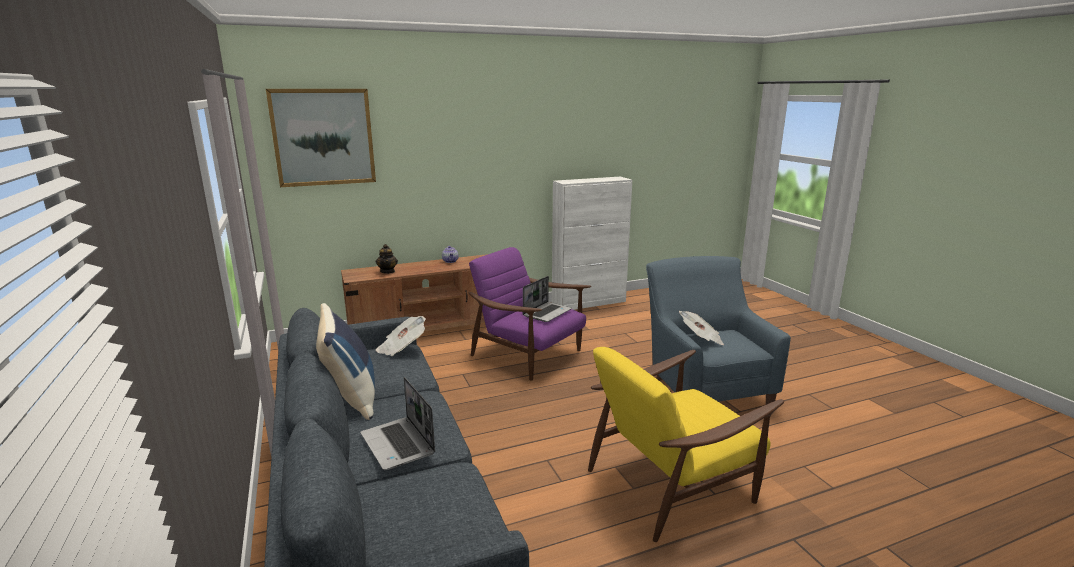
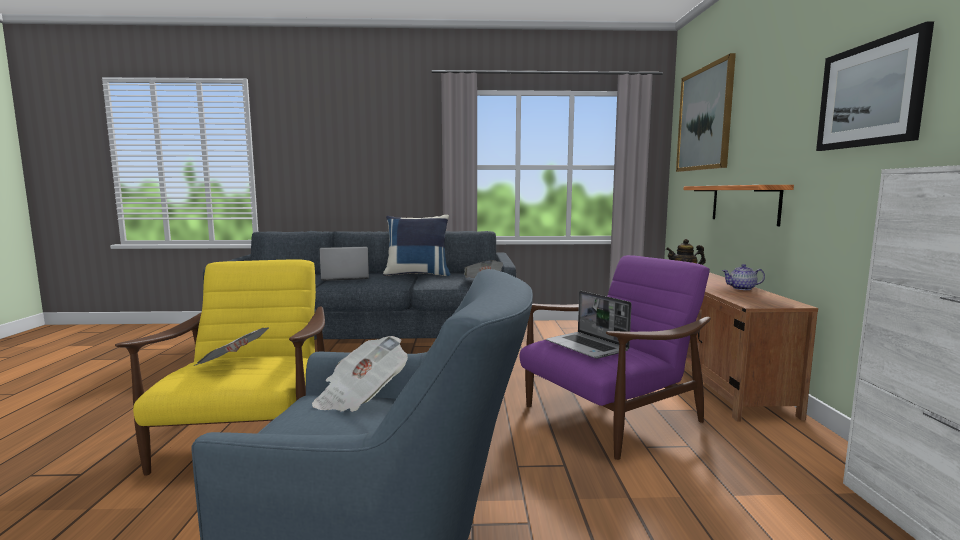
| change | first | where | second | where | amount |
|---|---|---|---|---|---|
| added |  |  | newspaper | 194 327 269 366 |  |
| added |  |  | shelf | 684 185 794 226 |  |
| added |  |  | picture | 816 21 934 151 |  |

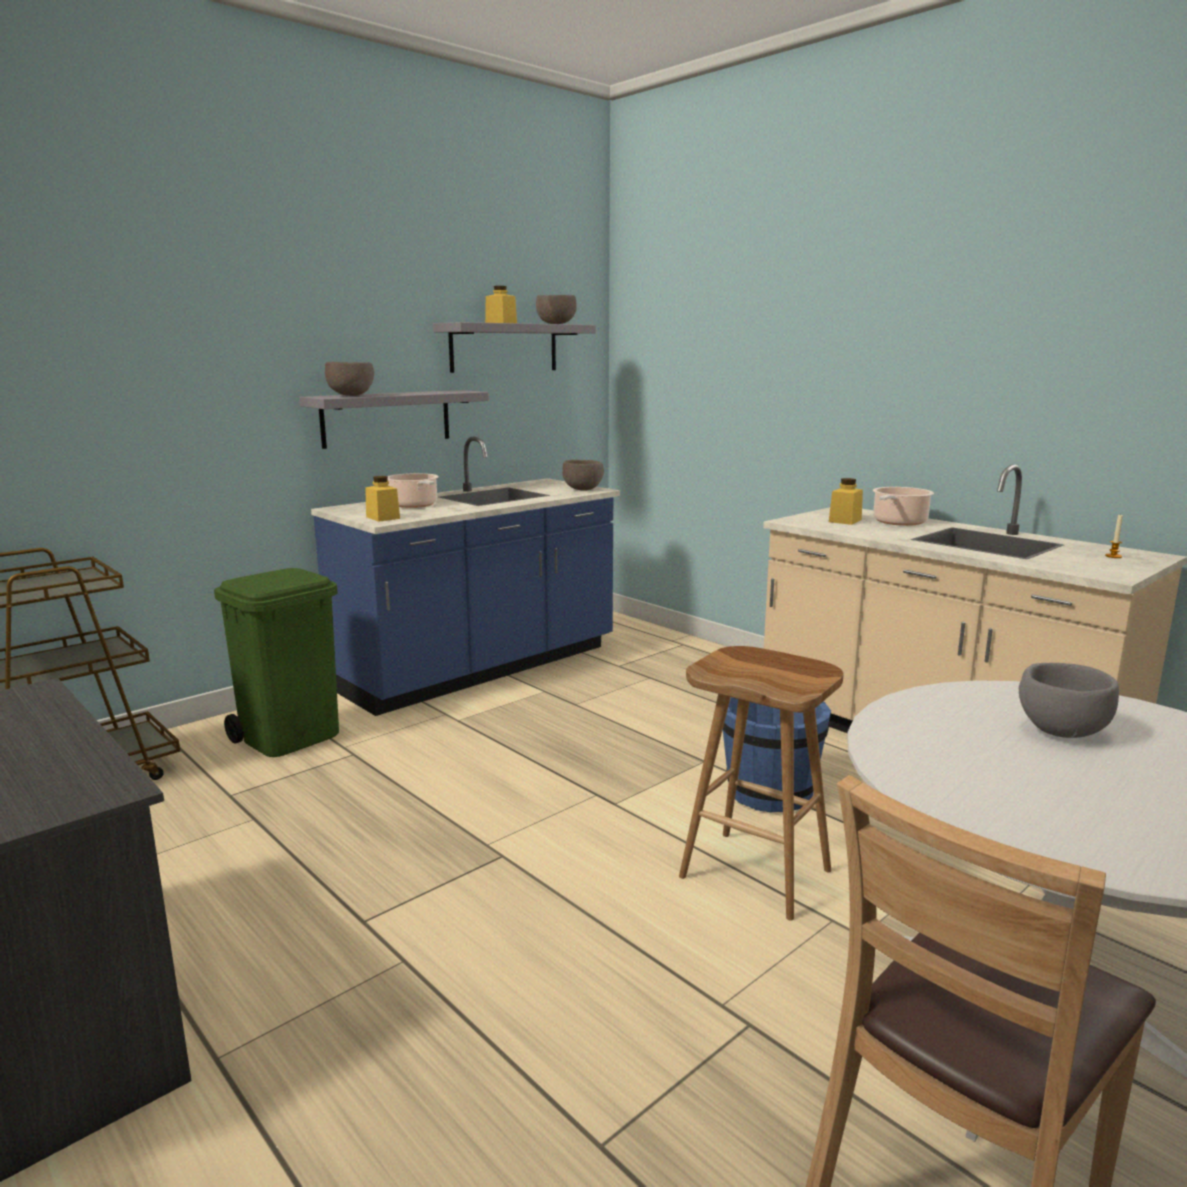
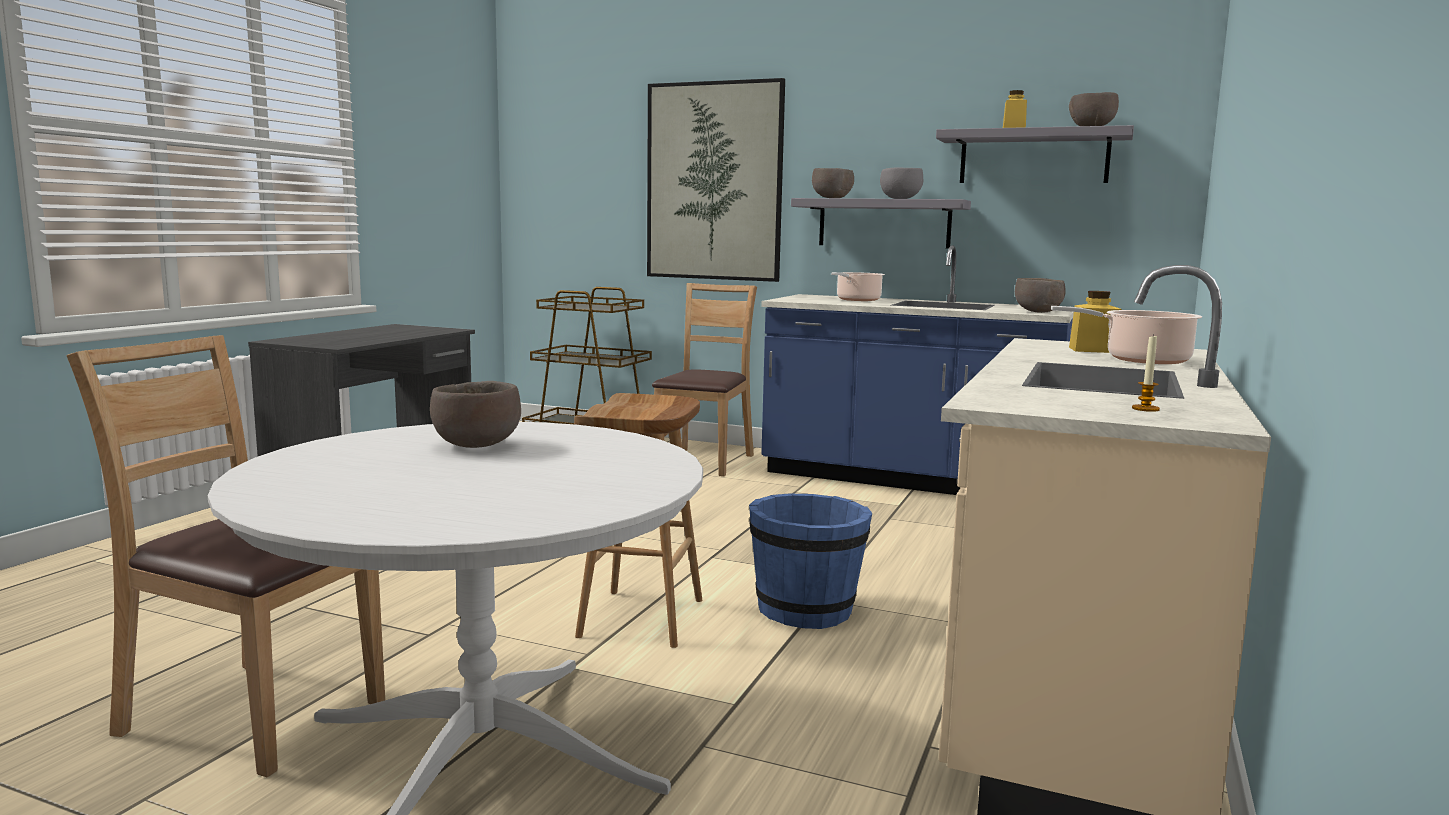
| change | first | where | second | where | amount |
|---|---|---|---|---|---|
| replaced | green trash can | 214 568 339 757 | brown chair | 652 283 757 477 |  |
| removed | yellow jar | 365 476 400 522 |  |  |  |
| moved | grey bowl | 1019 663 1119 738 |  | 880 168 923 199 |  |
| added |  |  | brown bowl | 430 381 521 448 |  |
| added |  |  | picture | 647 78 785 282 |  |

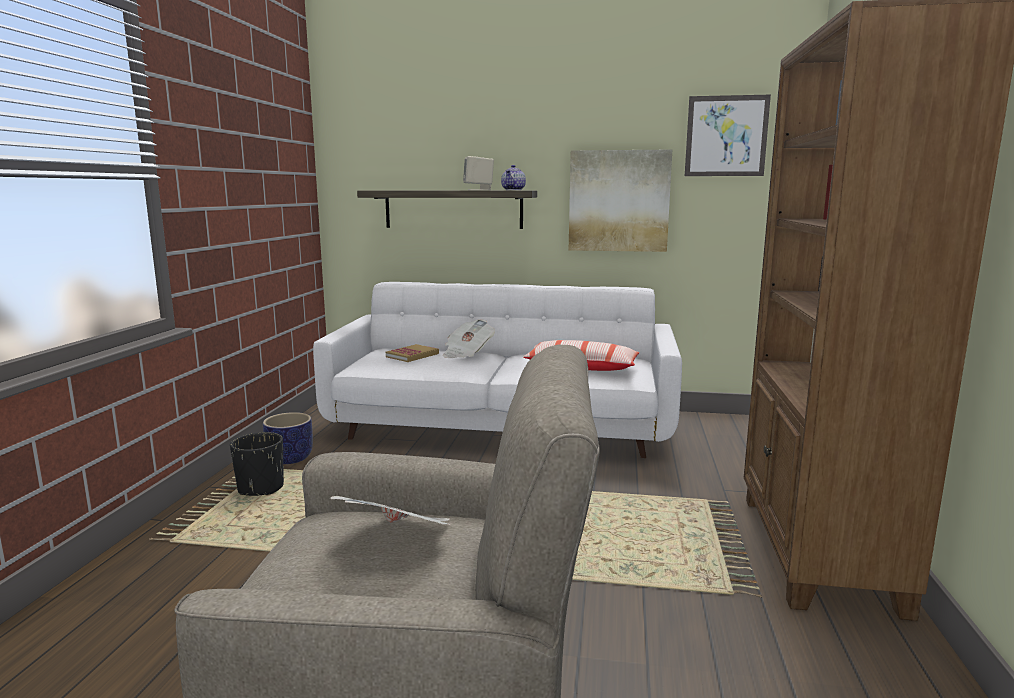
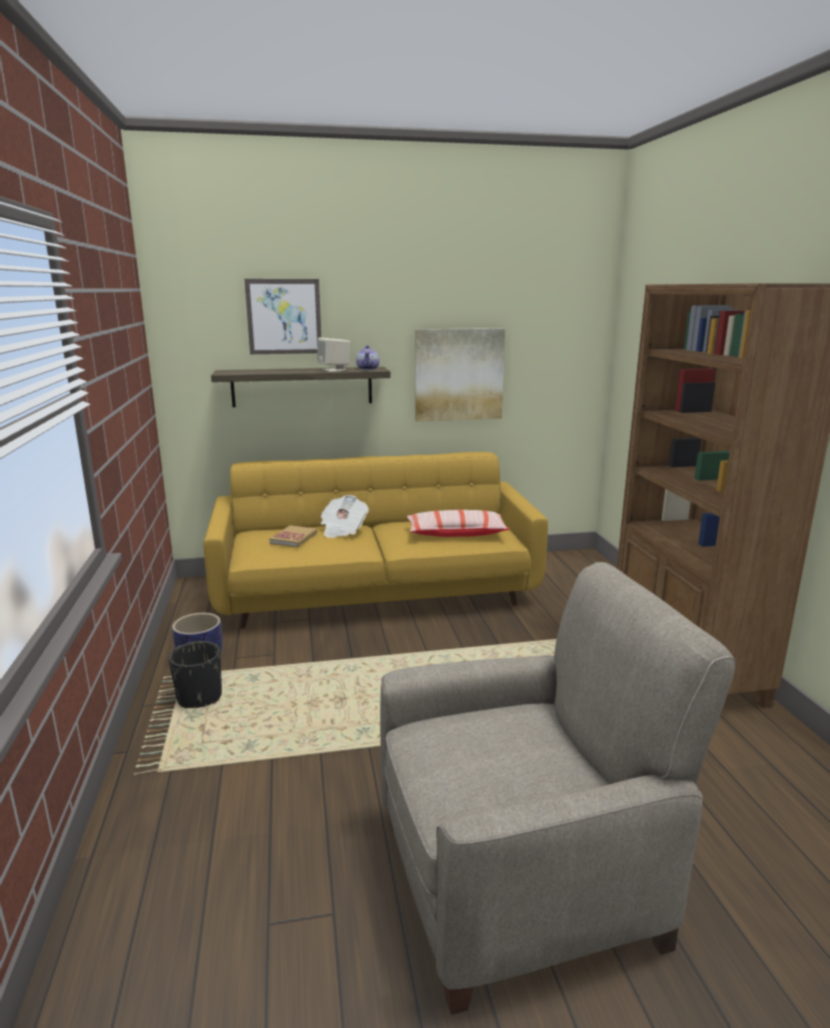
| change | first | where | second | where | amount |
|---|---|---|---|---|---|
| recoloured | white sofa | 313 282 682 458 | yellow sofa | 203 452 548 629 |  |
| removed | newspaper | 330 496 451 525 |  |  |  |
| moved | picture | 685 95 771 176 |  | 244 279 321 354 |  |

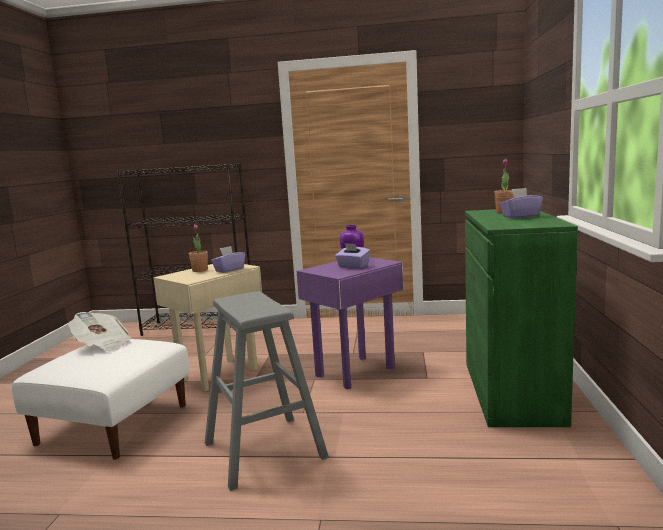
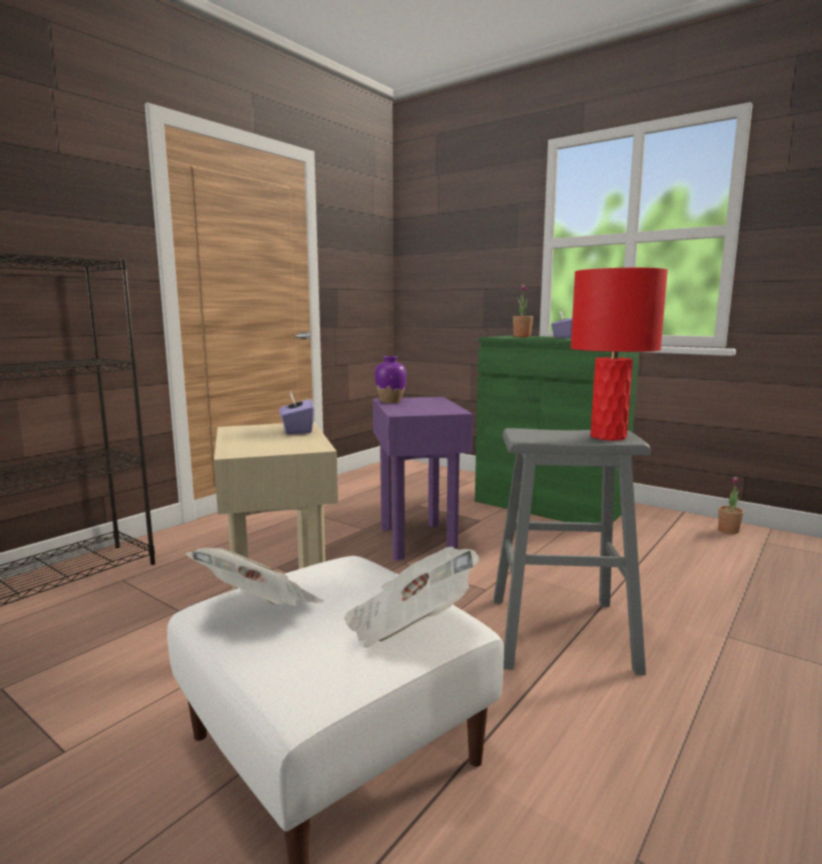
| change | first | where | second | where | amount |
|---|---|---|---|---|---|
| moved | potted plant | 189 225 208 272 |  | 718 477 744 534 |  |
| removed | purple tissue box | 335 243 370 269 |  |  |  |
| added |  |  | newspaper | 344 547 480 648 |  |
| added |  |  | red table lamp | 571 268 668 441 |  |

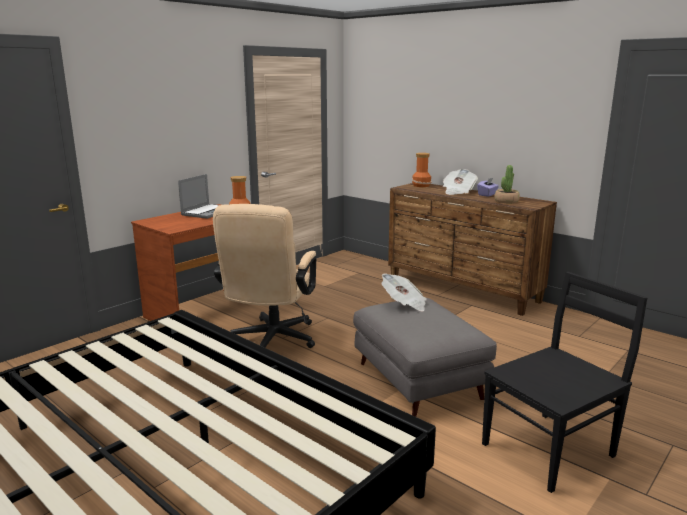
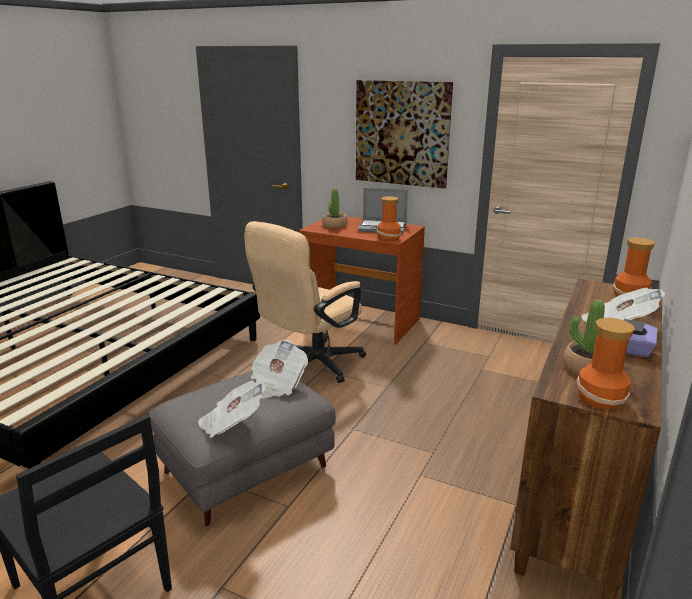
| change | first | where | second | where | amount |
|---|---|---|---|---|---|
| turned | beige office chair | 213 204 317 348 |  | 244 221 366 383 | 45 degrees counterclockwise |
| added |  |  | newspaper | 198 381 266 438 |  |
| added |  |  | potted plant | 322 188 348 229 |  |
| added |  |  | picture | 356 80 453 189 |  |
| added |  |  | vase | 576 318 635 410 |  |

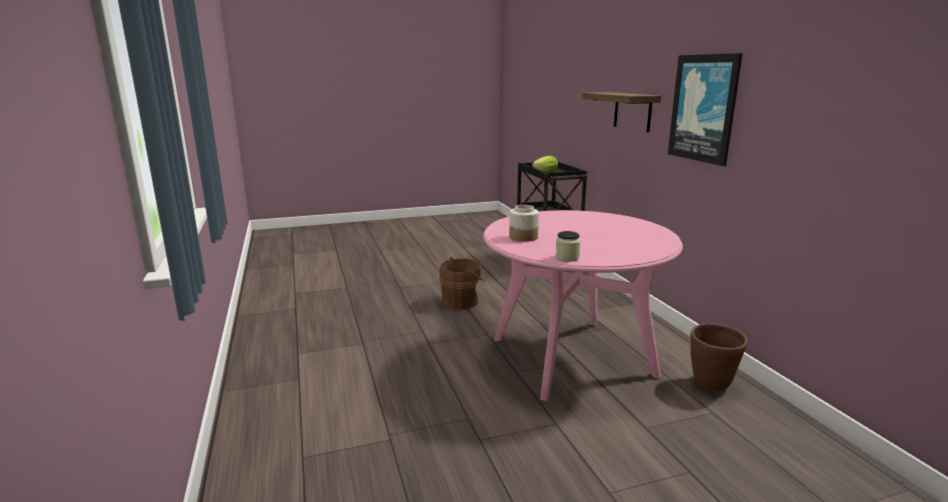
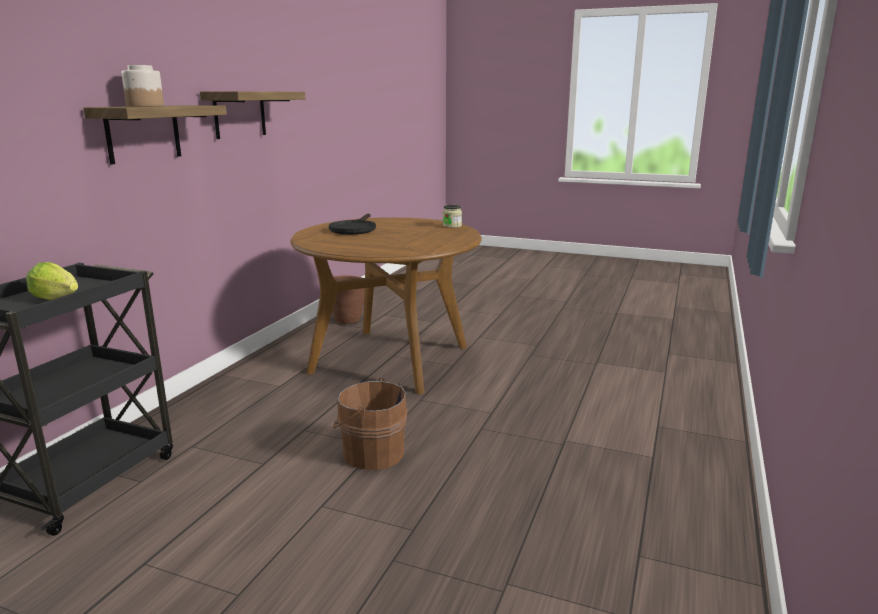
| change | first | where | second | where | amount |
|---|---|---|---|---|---|
| recoloured | pink dining table | 483 210 683 401 | brown dining table | 290 217 482 394 |  |
| moved | jar | 509 205 539 242 |  | 121 65 164 106 |  |
| replaced | picture | 668 53 743 166 | shelf | 200 91 305 139 |  |
| added |  |  | black frying pan | 329 213 376 235 |  |

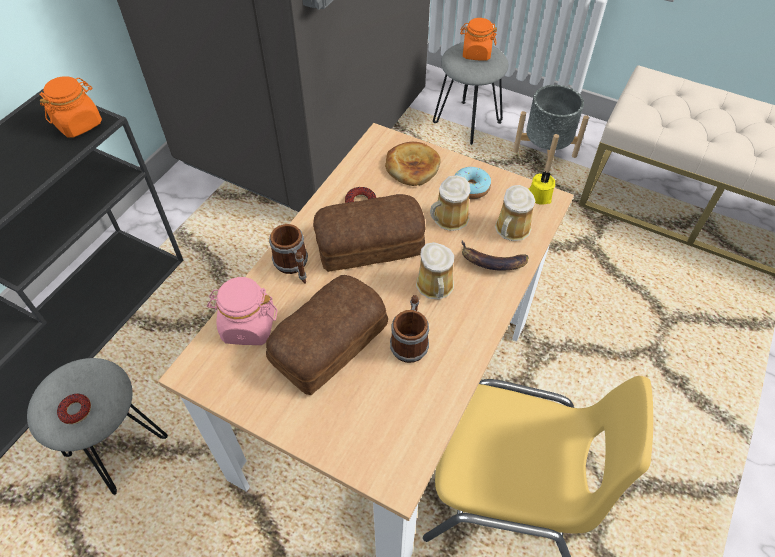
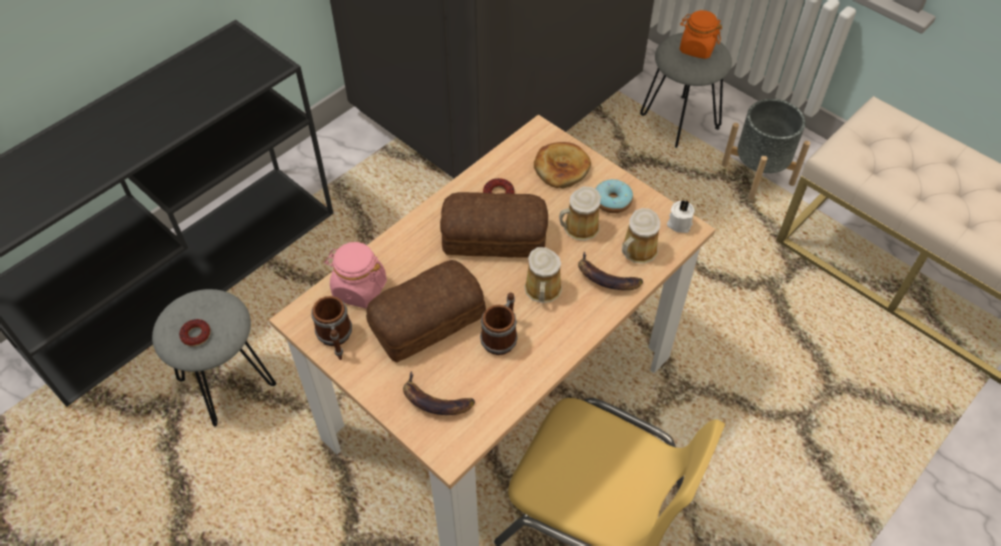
| change | first | where | second | where | amount |
|---|---|---|---|---|---|
| removed | orange jar | 39 76 102 138 |  |  |  |
| moved | mug | 269 224 308 284 |  | 312 296 352 360 |  |
| recoloured | yellow candle | 528 171 555 205 | white candle | 667 200 695 233 |  |
| added |  |  | banana | 403 372 475 415 |  |

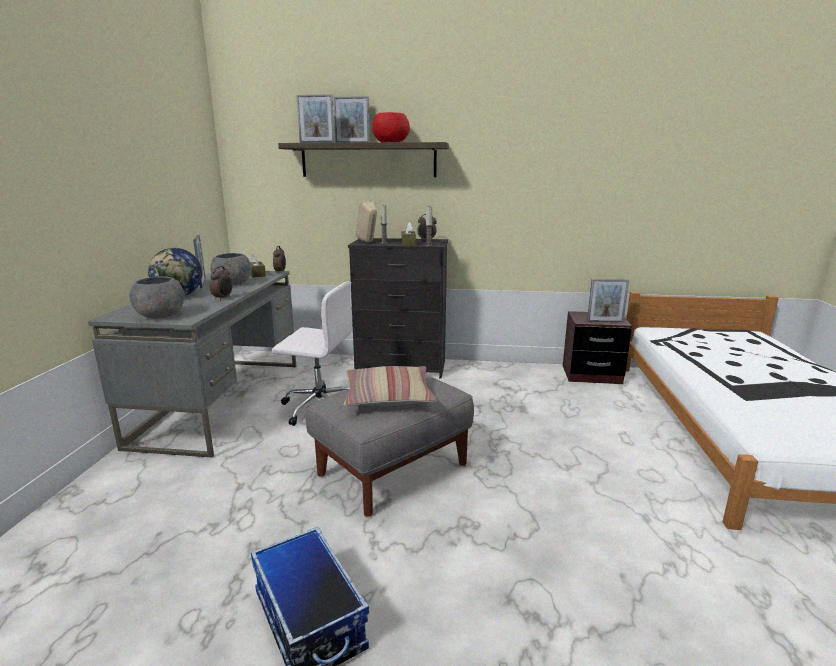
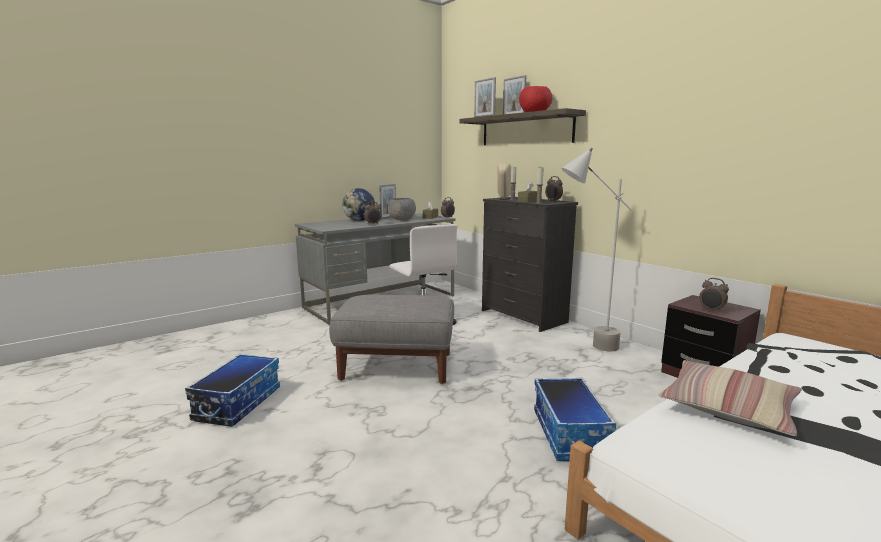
| change | first | where | second | where | amount |
|---|---|---|---|---|---|
| removed | grey bowl | 129 277 185 319 |  |  |  |
| moved | pillow | 343 366 437 406 |  | 659 360 802 436 |  |
| replaced | picture frame | 587 279 629 322 | alarm clock | 699 278 729 313 |  |
| added |  |  | storage box | 534 378 616 461 |  |
| added |  |  | grey floor lamp | 562 148 632 351 |  |

